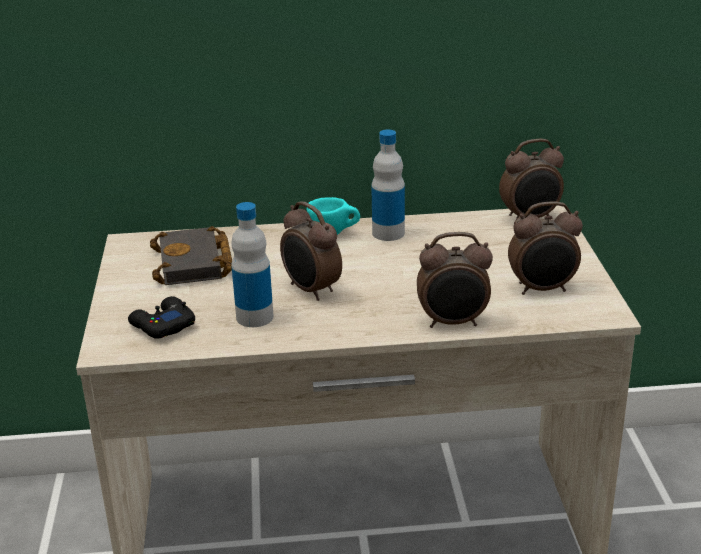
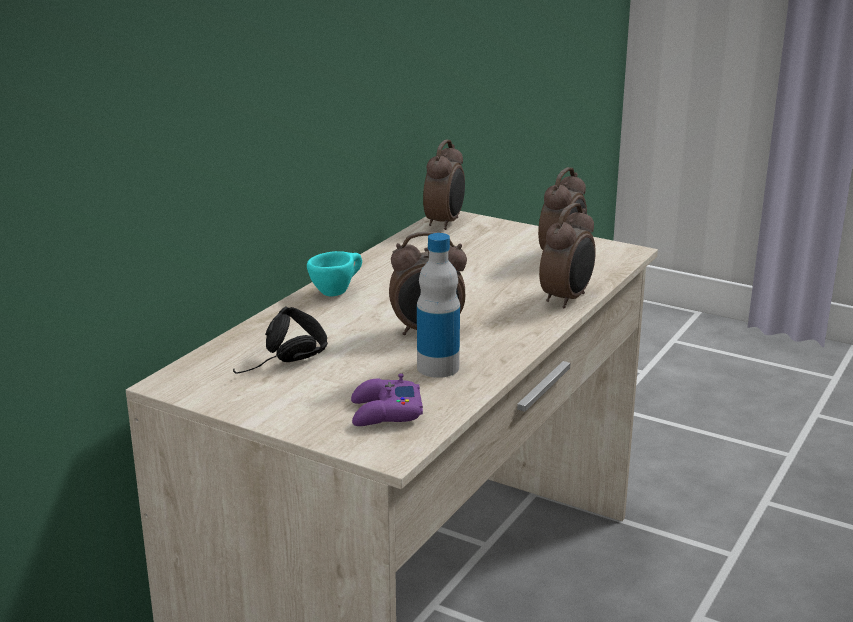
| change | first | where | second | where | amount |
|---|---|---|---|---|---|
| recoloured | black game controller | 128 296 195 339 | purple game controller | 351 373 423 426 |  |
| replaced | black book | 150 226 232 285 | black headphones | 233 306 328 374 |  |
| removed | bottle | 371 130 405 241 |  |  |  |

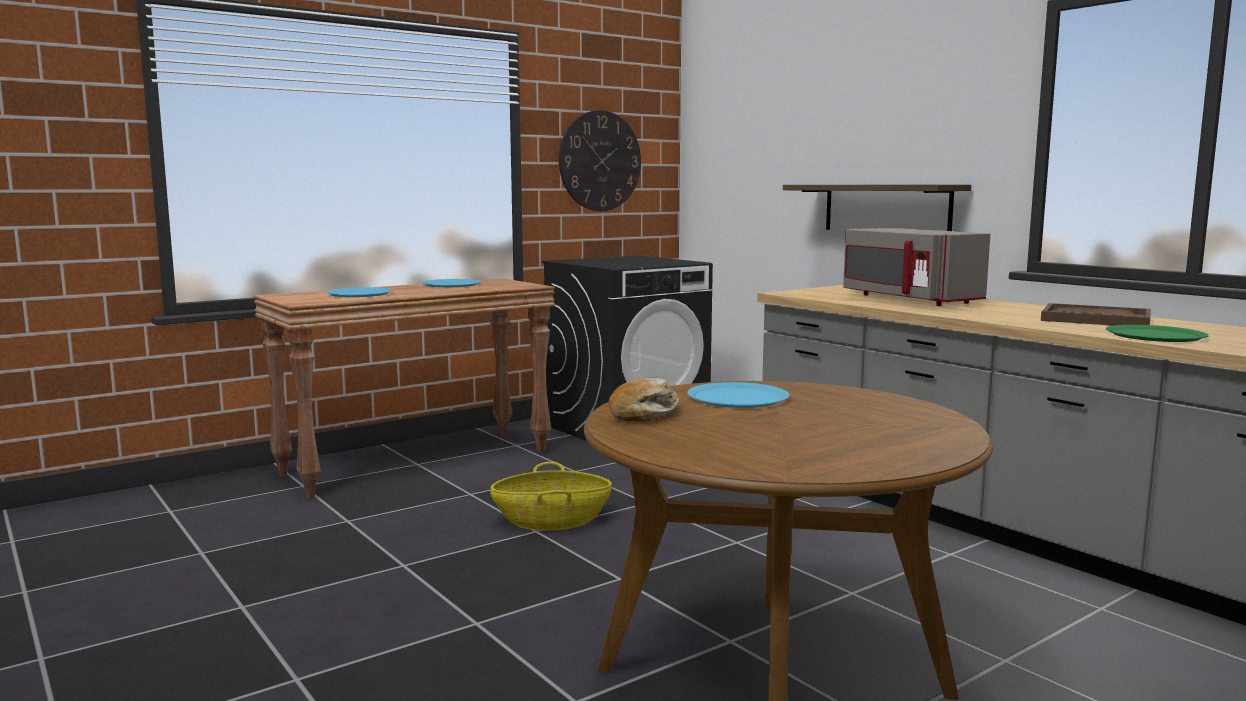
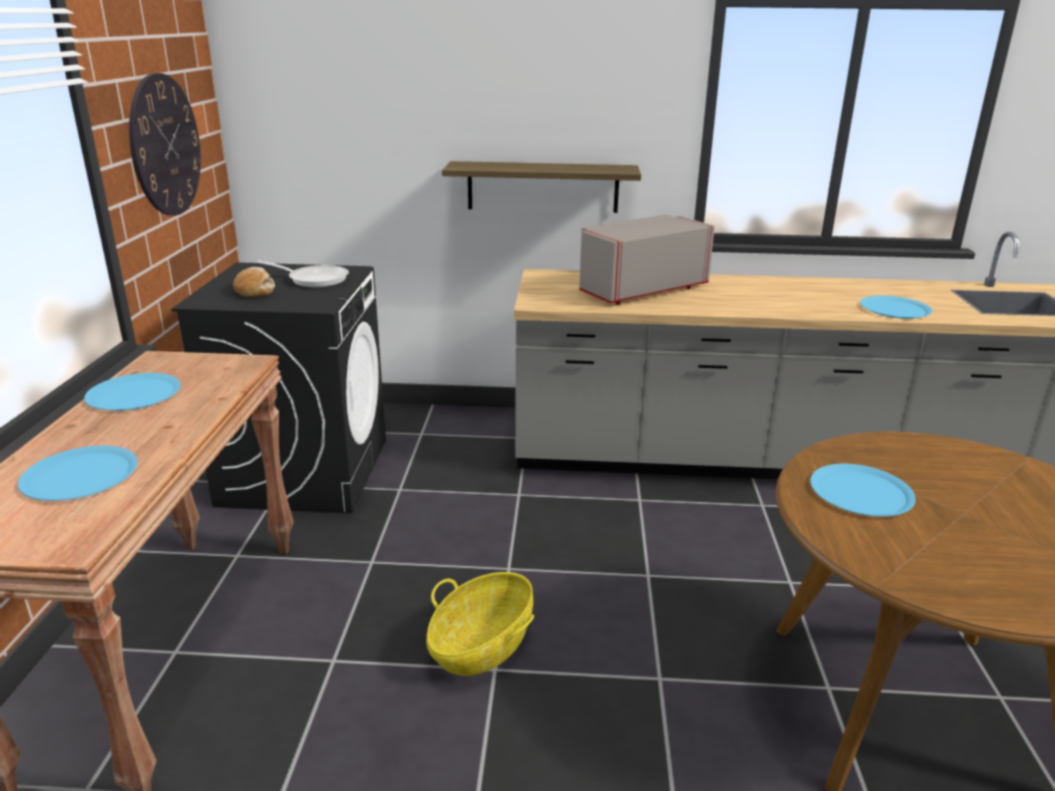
| change | first | where | second | where | amount |
|---|---|---|---|---|---|
| moved | bread | 609 378 679 421 |  | 233 267 275 298 |  |
| turned | grey microwave | 843 228 990 306 |  | 579 215 715 305 | 135 degrees clockwise |
| removed | brown tray | 1041 303 1151 326 |  |  |  |
| recoloured | green plate | 1106 325 1209 342 | blue plate | 860 296 932 319 |  |
| added |  |  | frying pan | 257 261 349 288 |  |

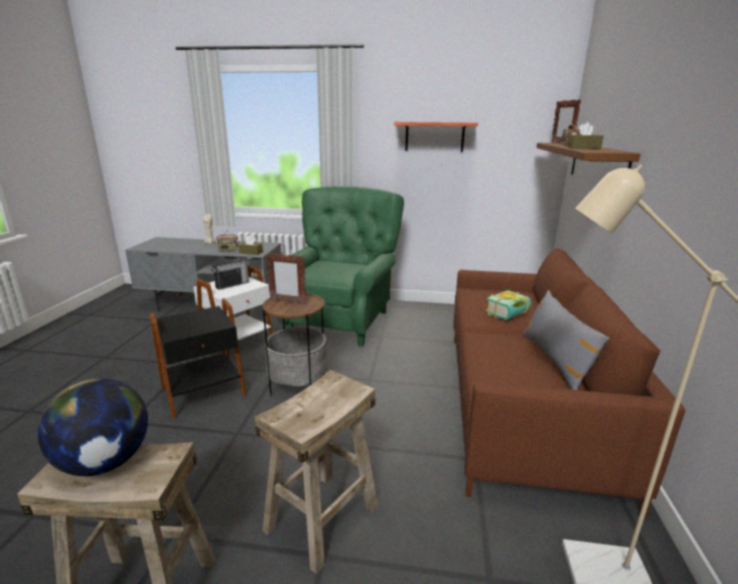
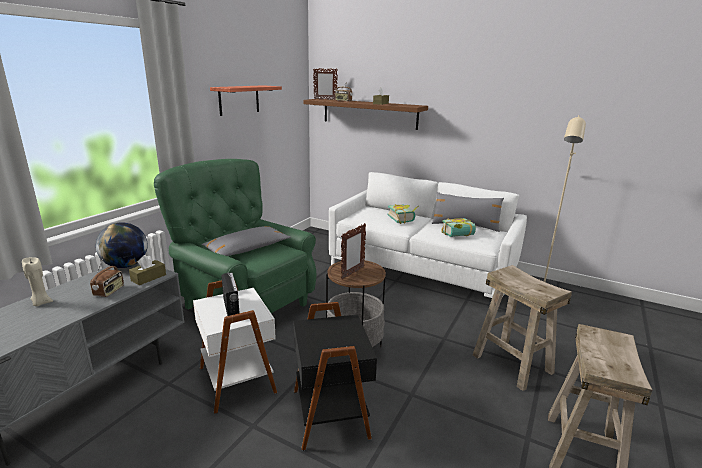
| change | first | where | second | where | amount |
|---|---|---|---|---|---|
| moved | globe | 38 378 148 476 |  | 96 222 147 268 |  |
| recoloured | brown sofa | 453 248 686 518 | white sofa | 329 172 527 298 |  |
| added |  |  | grey pillow | 202 226 291 256 |  |
| added |  |  | book | 441 218 476 237 |  |

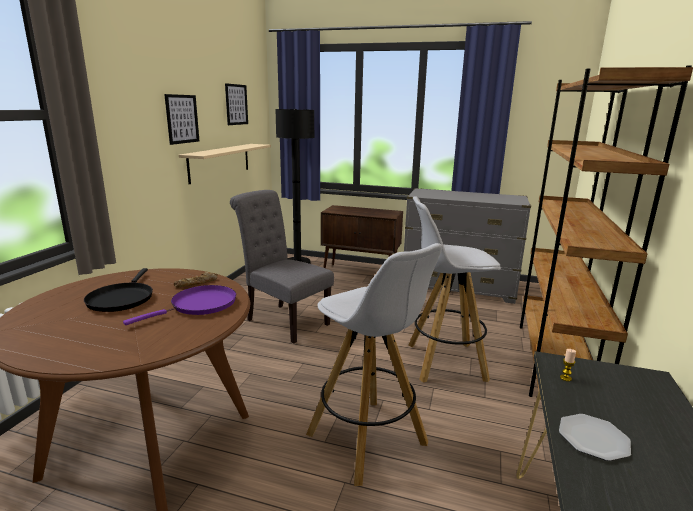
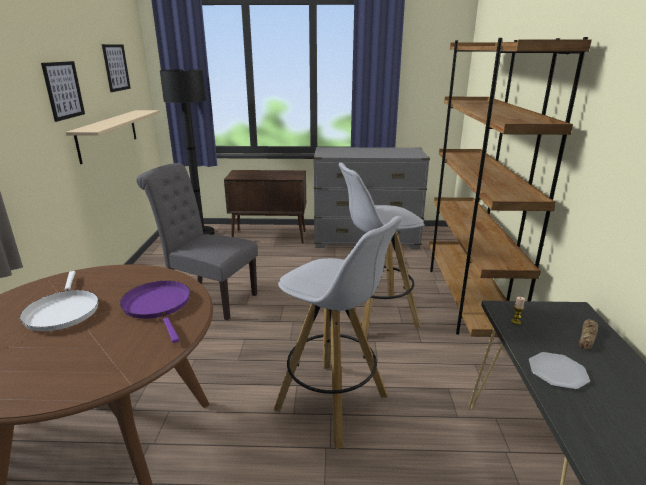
| change | first | where | second | where | amount |
|---|---|---|---|---|---|
| recoloured | black frying pan | 84 268 153 312 | white frying pan | 20 271 99 331 |  |
| turned | purple frying pan | 123 285 236 325 |  | 120 281 190 343 | 60 degrees counterclockwise |
| moved | bread | 174 272 218 288 |  | 579 320 598 350 |  |

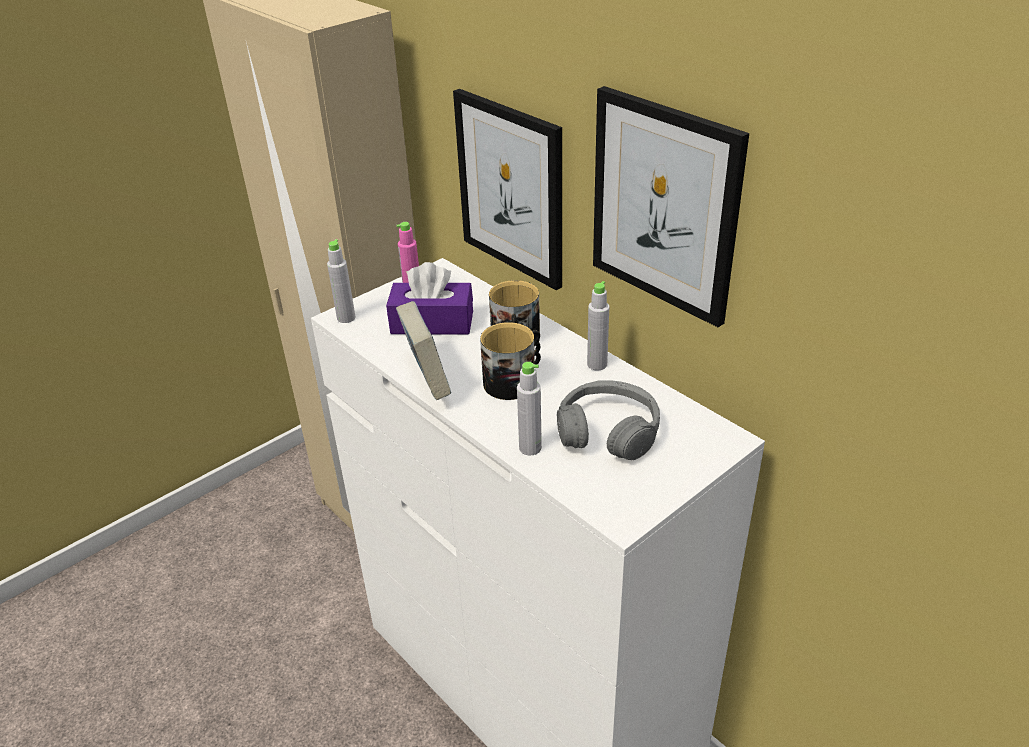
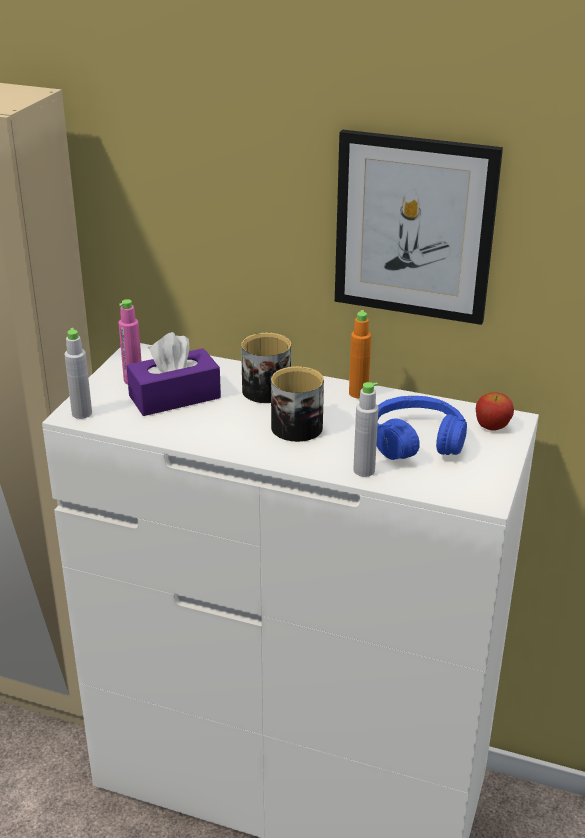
| change | first | where | second | where | amount |
|---|---|---|---|---|---|
| removed | book | 396 301 451 400 |  |  |  |
| removed | picture | 453 89 562 290 |  |  |  |
| recoloured | grey headphones | 557 381 660 460 | blue headphones | 376 396 467 460 |  |
| recoloured | grey bottle | 587 281 609 370 | orange bottle | 349 310 371 398 |  |
| added |  |  | apple | 476 392 514 431 |  |

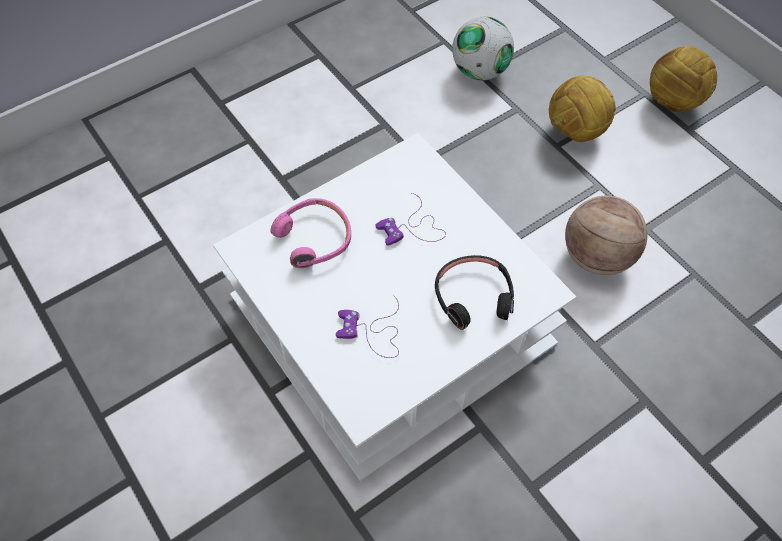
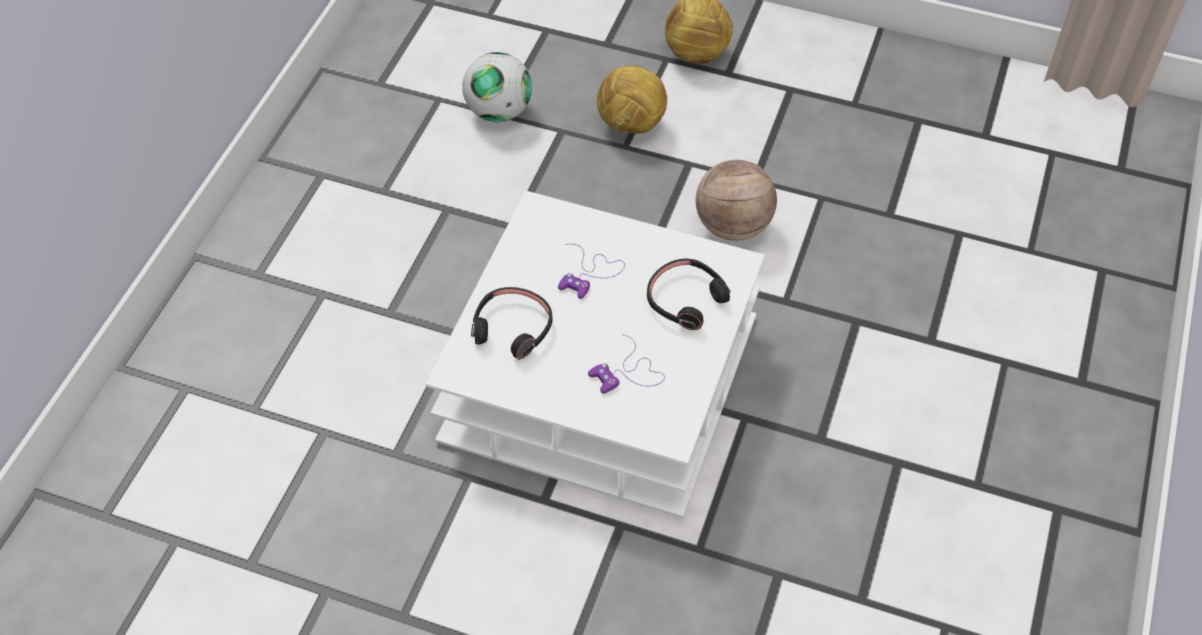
| change | first | where | second | where | amount |
|---|---|---|---|---|---|
| recoloured | pink headphones | 271 198 351 268 | black headphones | 471 287 553 360 |  |

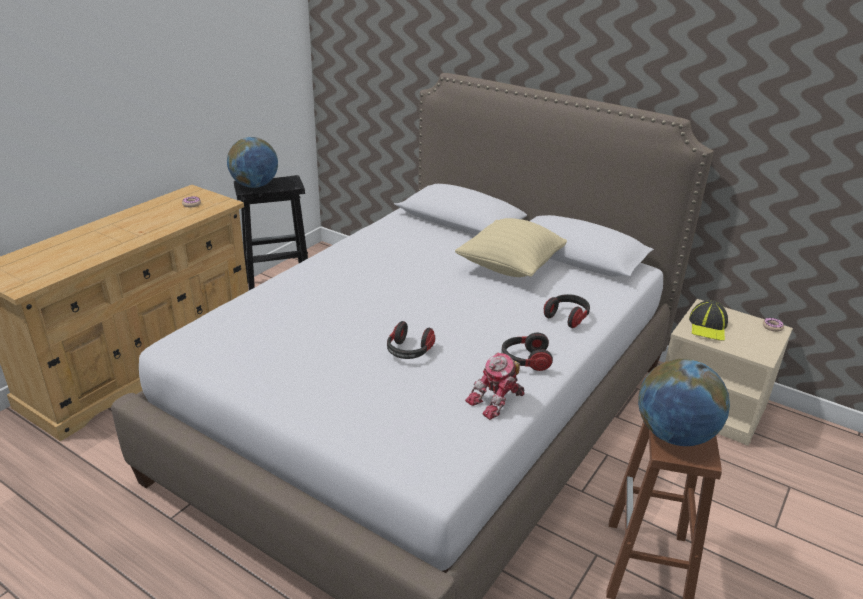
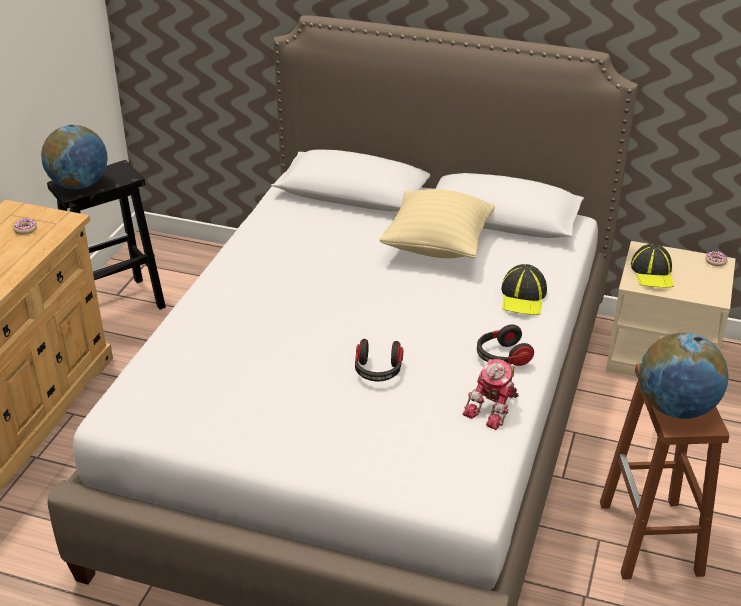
| change | first | where | second | where | amount |
|---|---|---|---|---|---|
| replaced | headphones | 544 294 590 328 | cap | 502 264 547 315 |  |

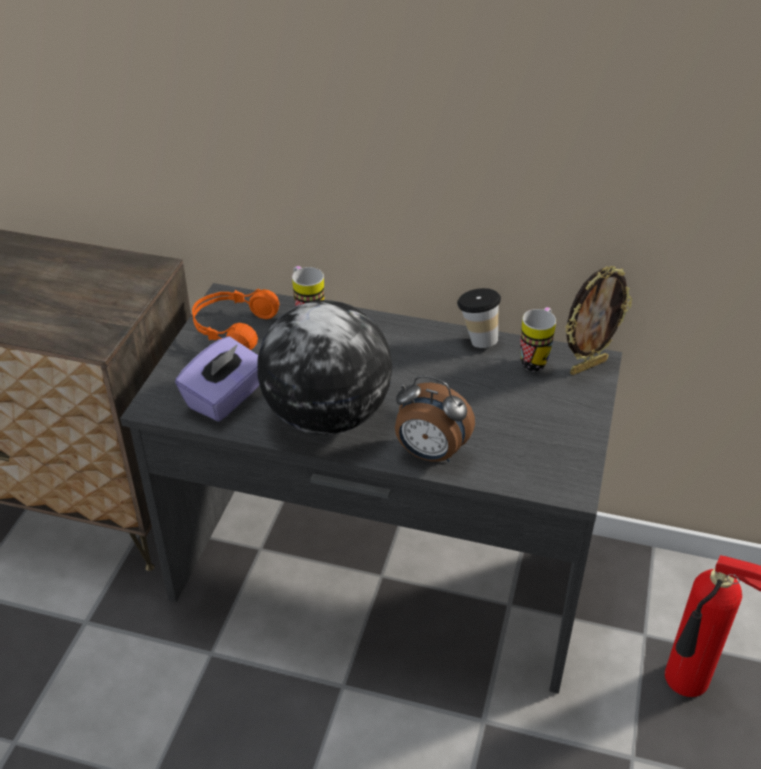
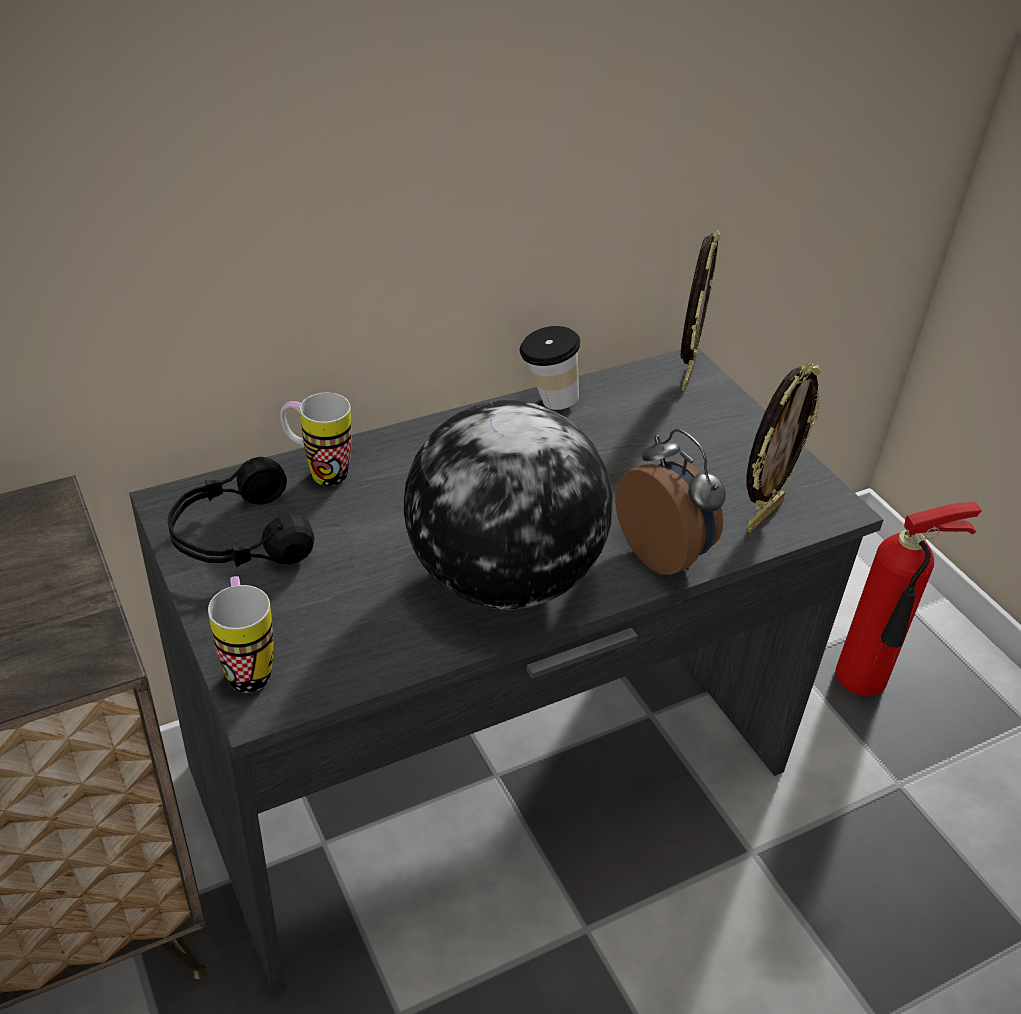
| change | first | where | second | where | amount |
|---|---|---|---|---|---|
| removed | purple tissue box | 175 336 259 422 |  |  |  |
| recoloured | orange headphones | 192 289 279 350 | black headphones | 167 457 315 567 |  |
| turned | alarm clock | 395 375 475 462 |  | 615 429 726 575 | 105 degrees counterclockwise |
| moved | mug | 520 307 556 372 |  | 208 576 274 693 |  |
| added |  |  | picture frame | 747 363 821 533 |  |

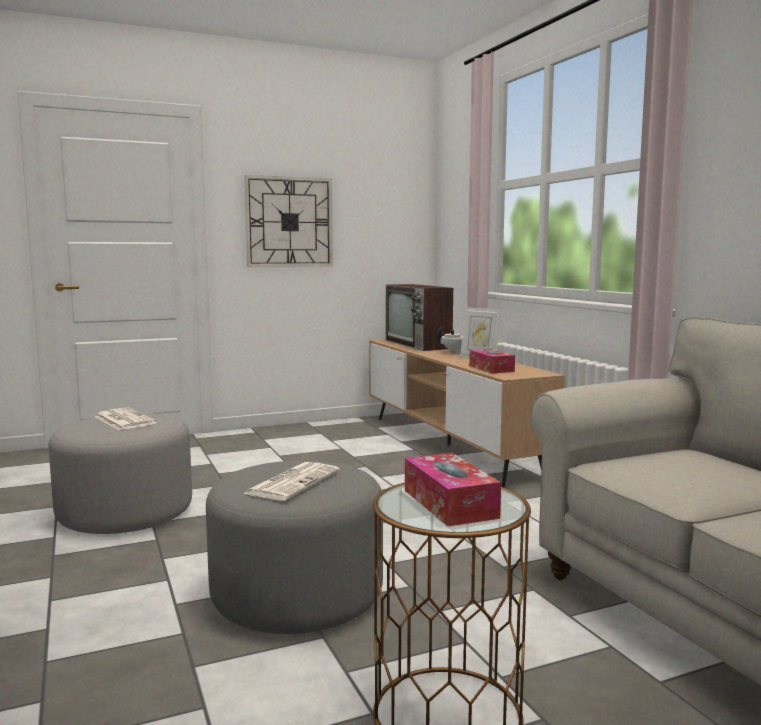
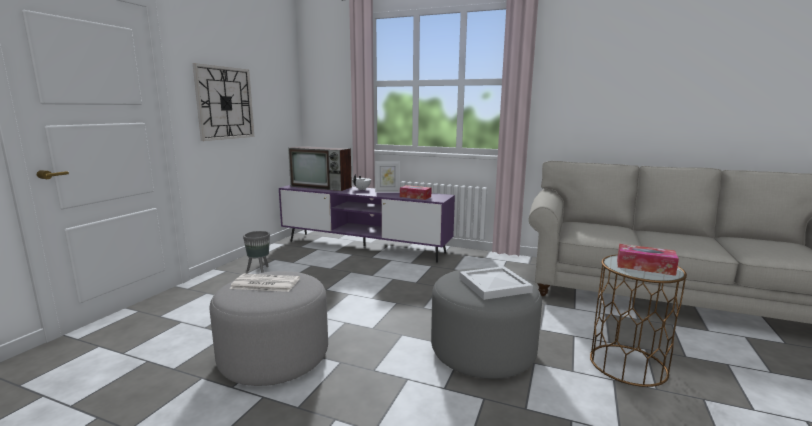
| change | first | where | second | where | amount |
|---|---|---|---|---|---|
| replaced | newspaper | 243 462 340 501 | white tray | 459 266 533 300 |  |
| recoloured | brown tv stand | 369 339 565 487 | purple tv stand | 279 185 455 263 |  |
| added |  |  | grey planter | 243 231 270 273 |  |

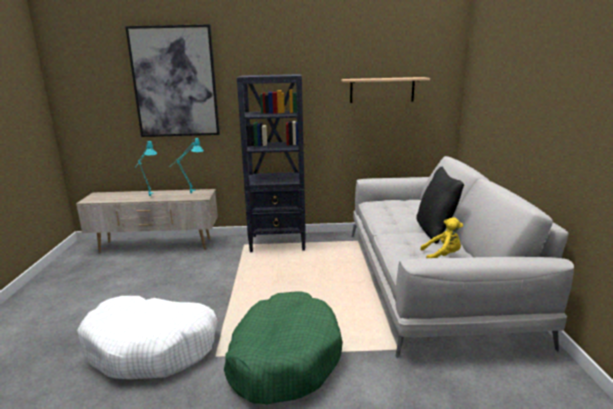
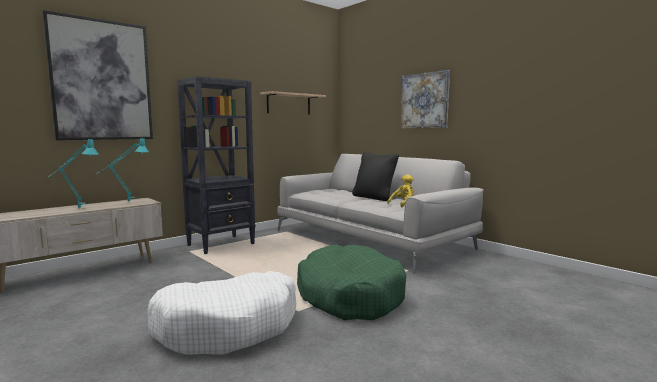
| change | first | where | second | where | amount |
|---|---|---|---|---|---|
| added |  |  | picture | 401 70 450 128 |  |

